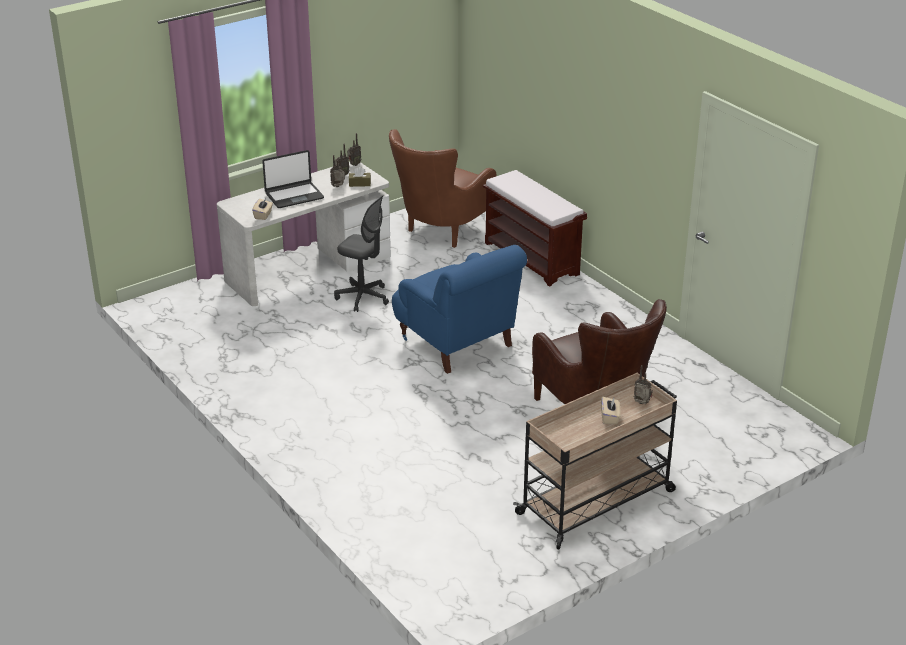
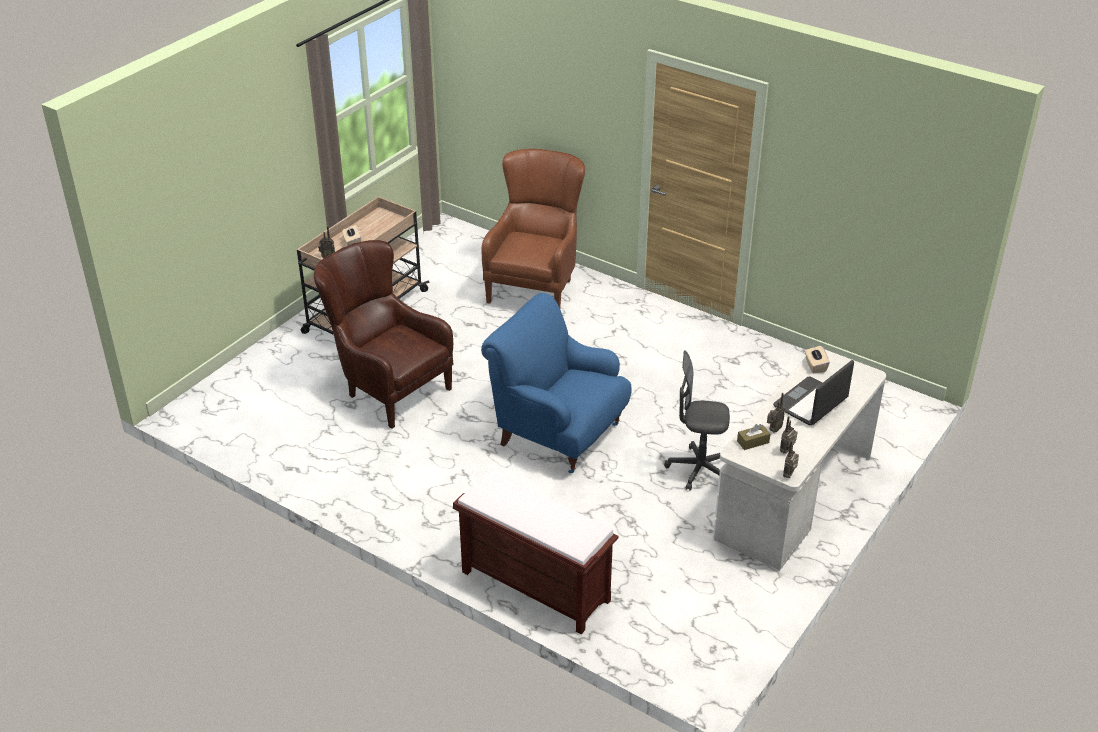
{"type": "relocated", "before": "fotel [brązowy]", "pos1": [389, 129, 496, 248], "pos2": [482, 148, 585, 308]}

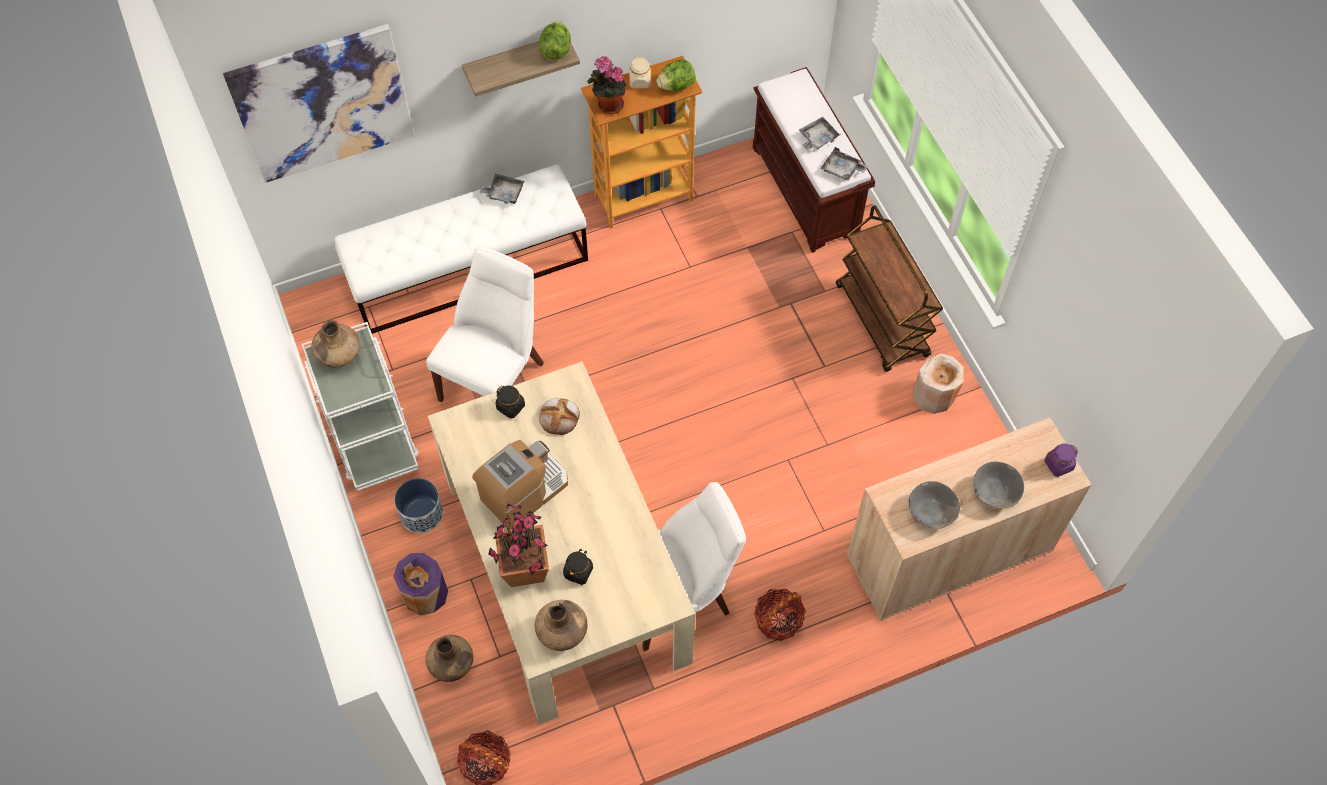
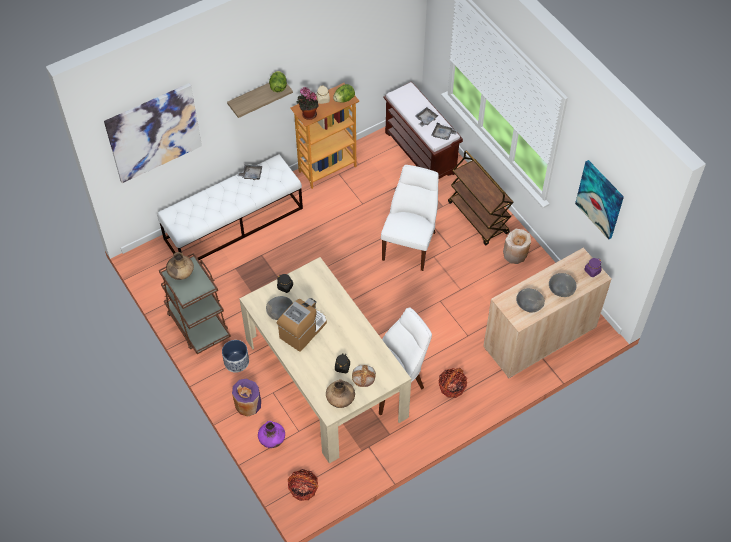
{"type": "colour", "before": "wózek [biały]", "after": "wózek [brązowy]", "pos1": [302, 322, 419, 491], "pos2": [159, 253, 231, 354]}
{"type": "colour", "before": "wazon [brązowy]", "after": "wazon [fioletowy]", "pos1": [425, 635, 474, 682], "pos2": [258, 421, 285, 448]}
{"type": "appeared", "after": "miska [szary]", "pos2": [266, 296, 293, 320]}
{"type": "relocated", "before": "chleb", "pos1": [539, 398, 580, 435], "pos2": [352, 365, 376, 387]}
{"type": "relocated", "before": "krzesło [biały]", "pos1": [426, 246, 544, 402], "pos2": [381, 165, 439, 271]}
{"type": "appeared", "after": "obraz", "pos2": [575, 160, 624, 240]}
{"type": "missing", "before": "roślina doniczkowa", "pos1": [488, 504, 549, 587]}

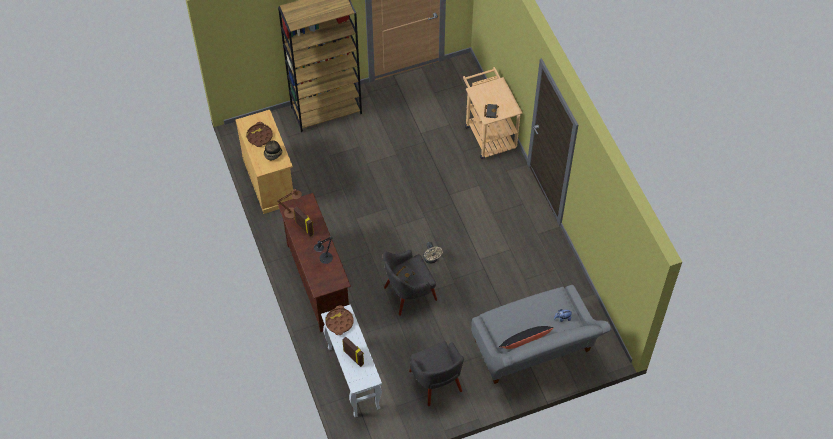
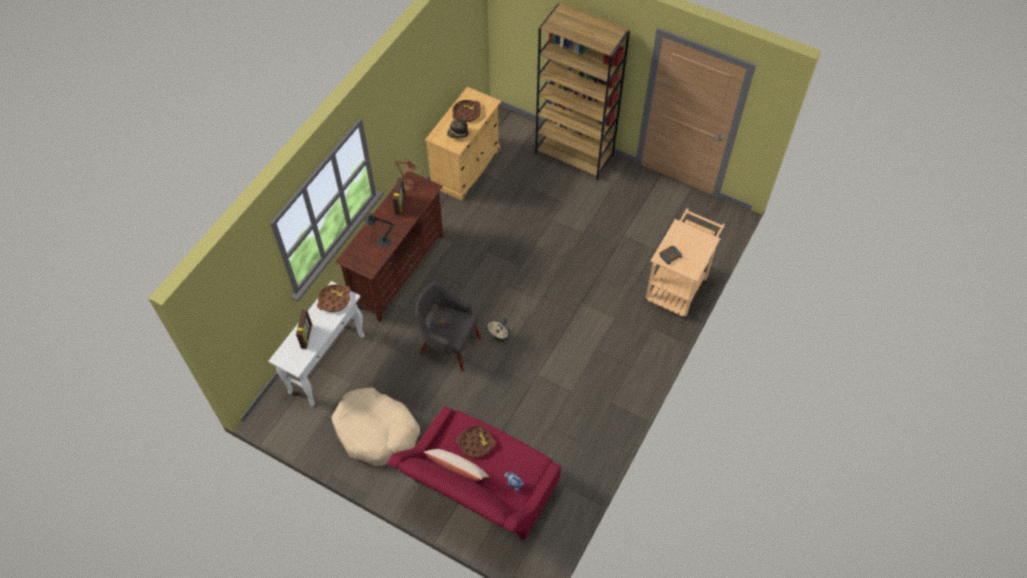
{"type": "exchanged", "before": "fotel [szary]", "after": "legowisko [beżowy]", "pos1": [409, 341, 464, 406], "pos2": [332, 387, 420, 466]}
{"type": "colour", "before": "kanapa [szary]", "after": "kanapa [czerwony]", "pos1": [471, 285, 612, 384], "pos2": [387, 406, 561, 541]}
{"type": "colour", "before": "poduszka [czarny]", "after": "poduszka [beżowy]", "pos1": [499, 326, 554, 349], "pos2": [424, 449, 489, 480]}
{"type": "appeared", "after": "taca [brązowy]", "pos2": [456, 426, 496, 458]}

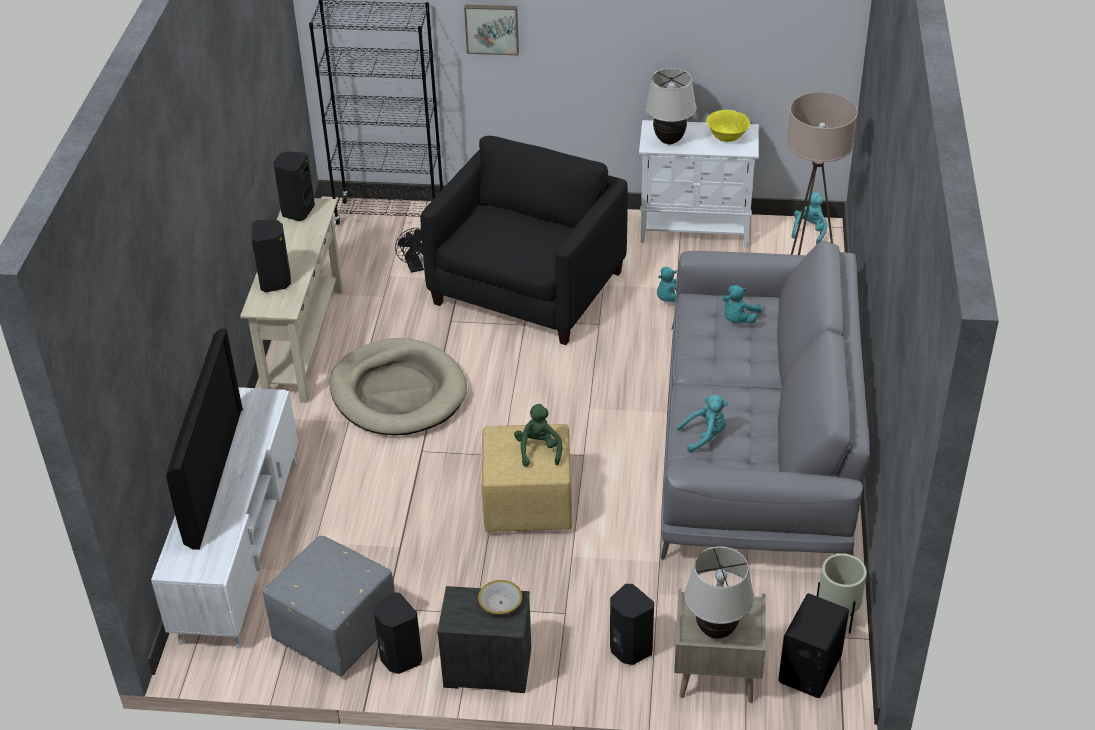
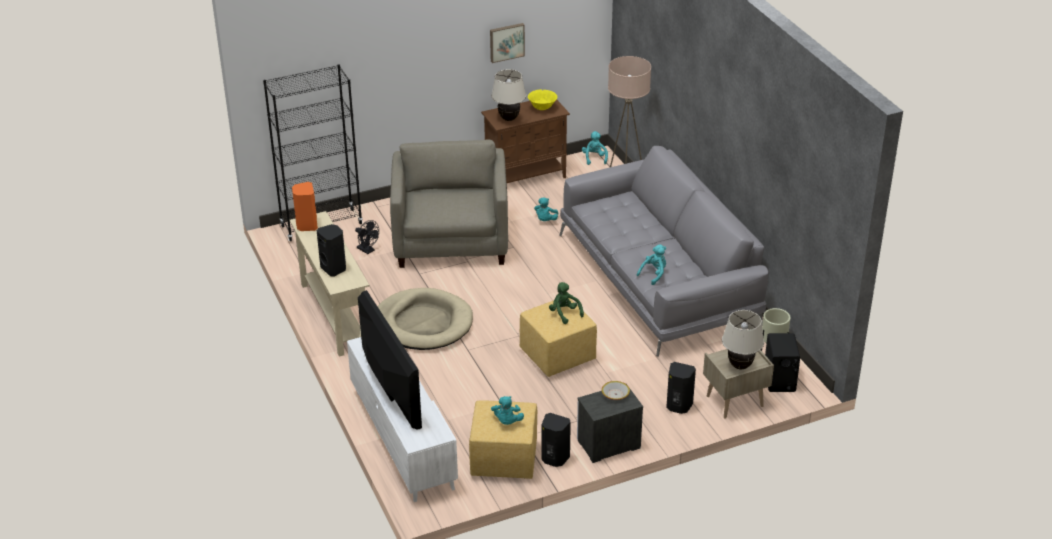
{"type": "colour", "before": "głośnik [czarny]", "after": "głośnik [pomarańczowy]", "pos1": [273, 151, 315, 221], "pos2": [292, 182, 318, 231]}
{"type": "colour", "before": "fotel [czarny]", "after": "fotel [beżowy]", "pos1": [421, 136, 628, 345], "pos2": [390, 140, 508, 268]}
{"type": "colour", "before": "pufa [szary]", "after": "pufa [żółty]", "pos1": [263, 536, 395, 676], "pos2": [469, 400, 537, 479]}
{"type": "colour", "before": "szafka [biały]", "after": "szafka [brązowy]", "pos1": [639, 120, 759, 248], "pos2": [481, 100, 570, 183]}
{"type": "relocated", "before": "obraz", "pos1": [464, 4, 519, 55], "pos2": [490, 23, 525, 63]}
{"type": "relocated", "before": "pluszak [turkusowy]", "pos1": [723, 285, 762, 323], "pos2": [491, 396, 524, 425]}

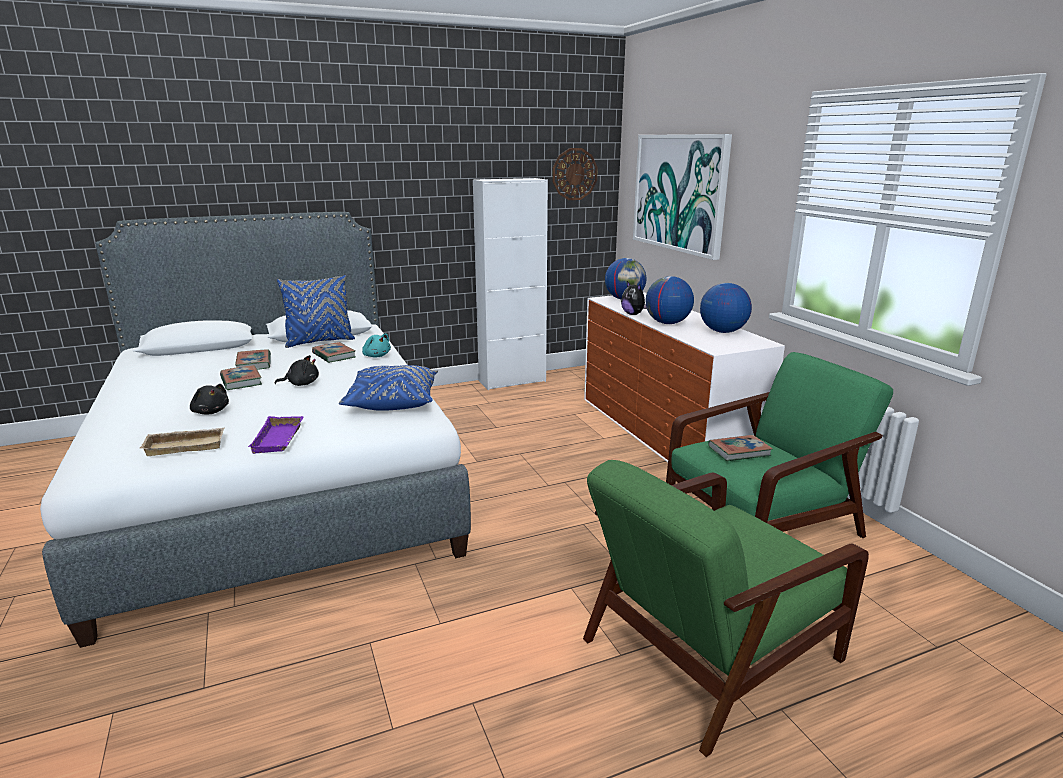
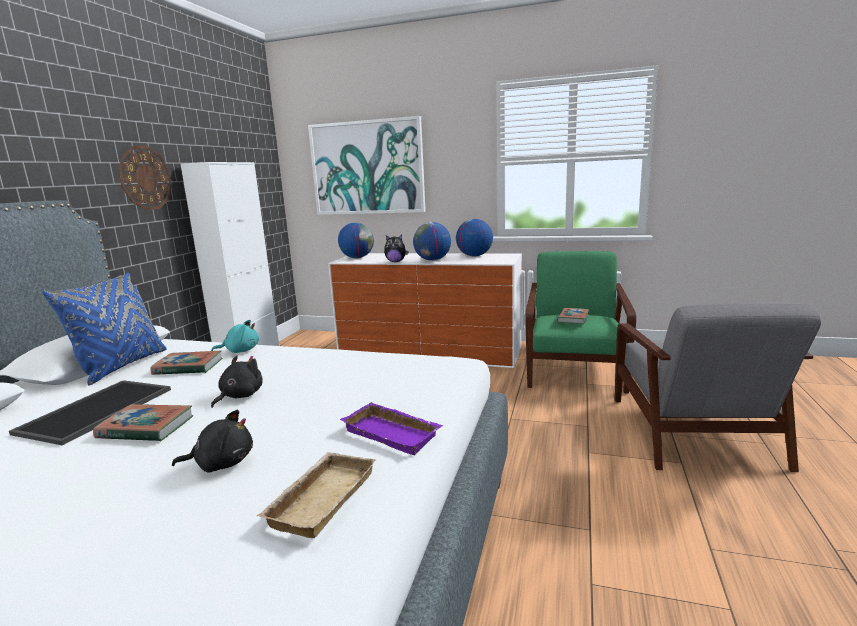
{"type": "exchanged", "before": "książka", "after": "taca", "pos1": [235, 350, 271, 370], "pos2": [9, 380, 171, 445]}
{"type": "relocated", "before": "zegar ścienny", "pos1": [552, 148, 598, 200], "pos2": [118, 145, 172, 210]}
{"type": "colour", "before": "fotel [zielony]", "after": "fotel [szary]", "pos1": [583, 460, 869, 757], "pos2": [614, 302, 821, 472]}
{"type": "missing", "before": "poduszka [niebieski]", "pos1": [339, 365, 438, 411]}

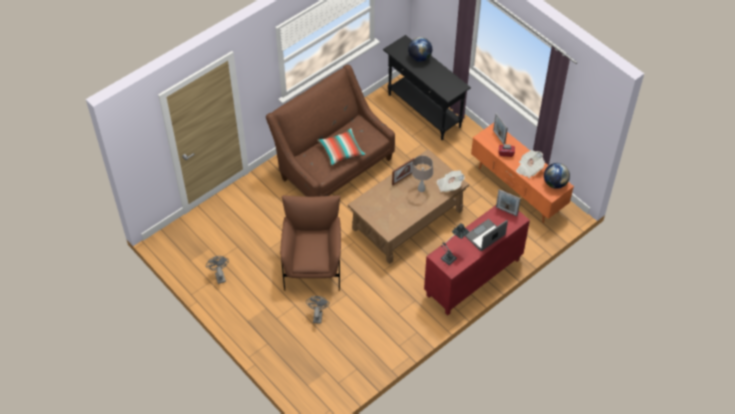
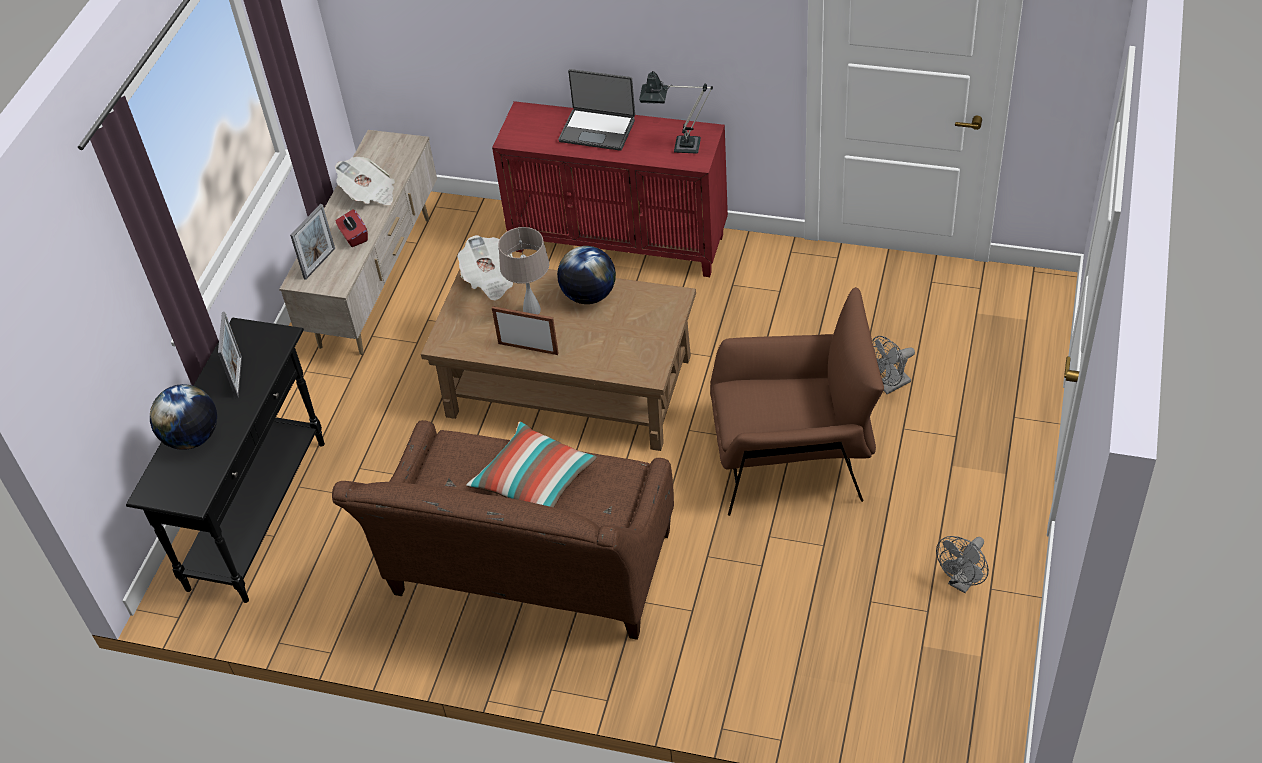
{"type": "relocated", "before": "ramka na zdjęcie", "pos1": [496, 189, 521, 216], "pos2": [218, 312, 242, 398]}
{"type": "colour", "before": "szafka pod telewizor [pomarańczowy]", "after": "szafka pod telewizor [beżowy]", "pos1": [471, 123, 574, 223], "pos2": [279, 130, 437, 355]}
{"type": "relocated", "before": "globus", "pos1": [544, 163, 570, 189], "pos2": [557, 246, 616, 304]}
{"type": "spun", "before": "fotel [brązowy]", "pos1": [280, 195, 341, 291], "pos2": [710, 287, 884, 516], "turn": -150}

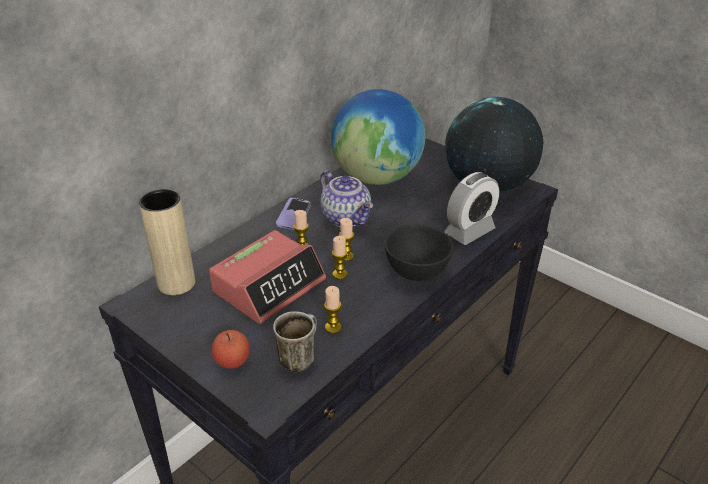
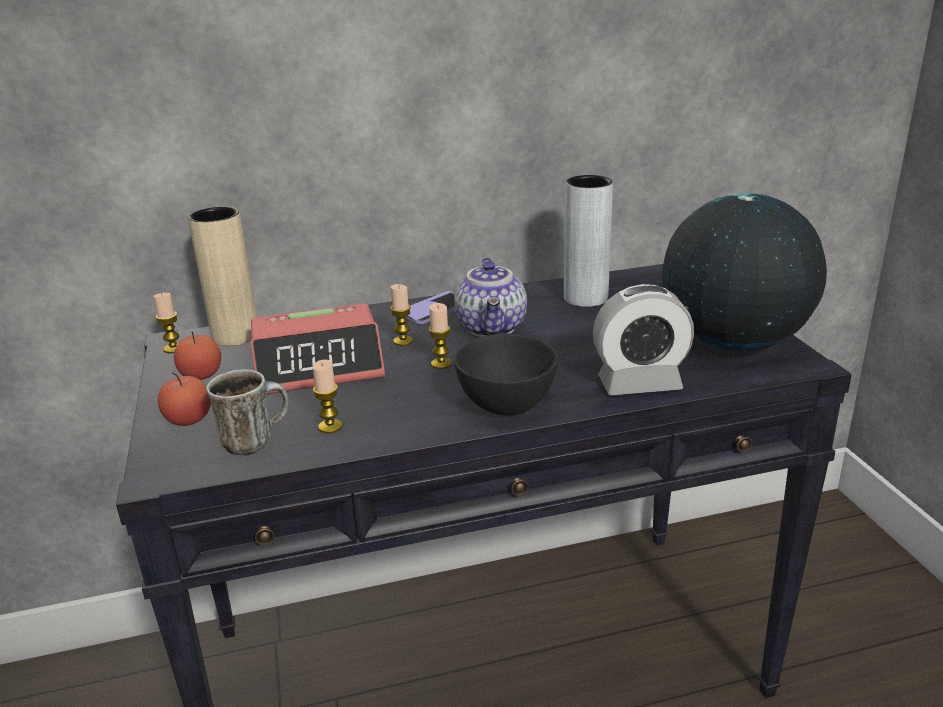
{"type": "relocated", "before": "świeca", "pos1": [332, 236, 348, 279], "pos2": [153, 293, 179, 353]}
{"type": "appeared", "after": "jabłko", "pos2": [174, 331, 221, 380]}
{"type": "exchanged", "before": "globus", "after": "wazon [szary]", "pos1": [331, 89, 425, 185], "pos2": [564, 175, 613, 307]}

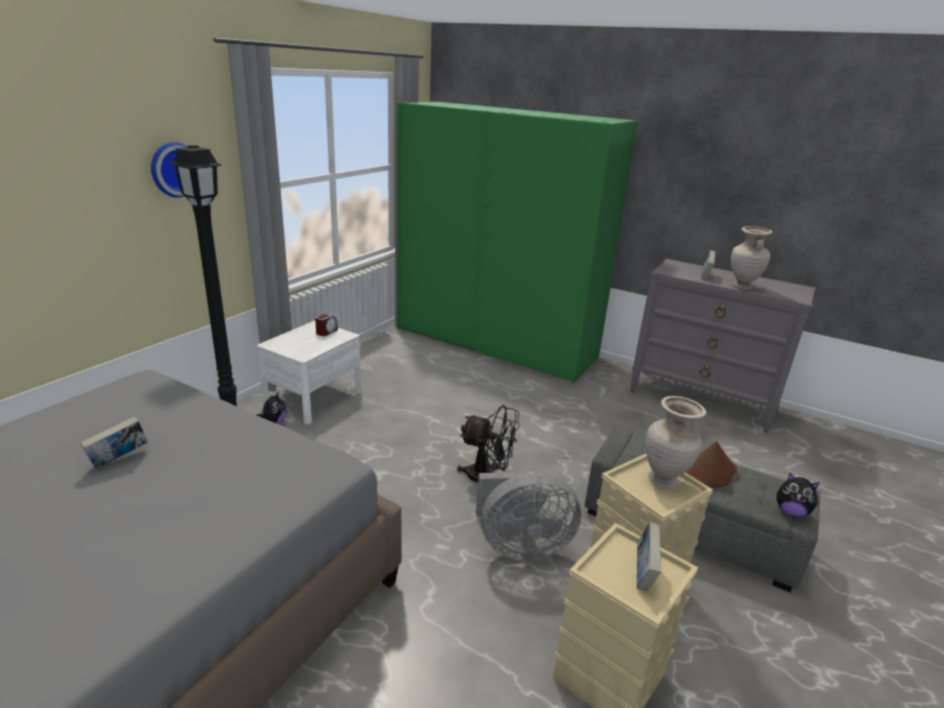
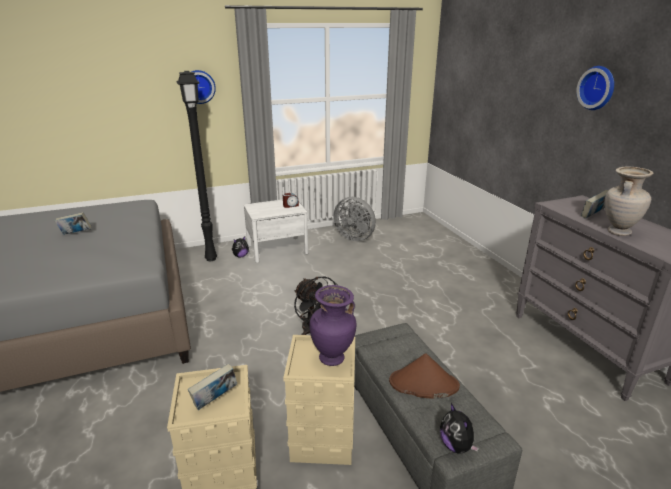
{"type": "colour", "before": "wazon [beżowy]", "after": "wazon [fioletowy]", "pos1": [646, 396, 706, 489], "pos2": [310, 285, 356, 366]}
{"type": "relocated", "before": "wentylator [szary]", "pos1": [476, 472, 581, 560], "pos2": [333, 197, 376, 241]}
{"type": "appeared", "after": "zegar ścienny", "pos2": [576, 66, 614, 110]}
{"type": "missing", "before": "szafa [zielony]", "pos1": [397, 102, 638, 383]}

